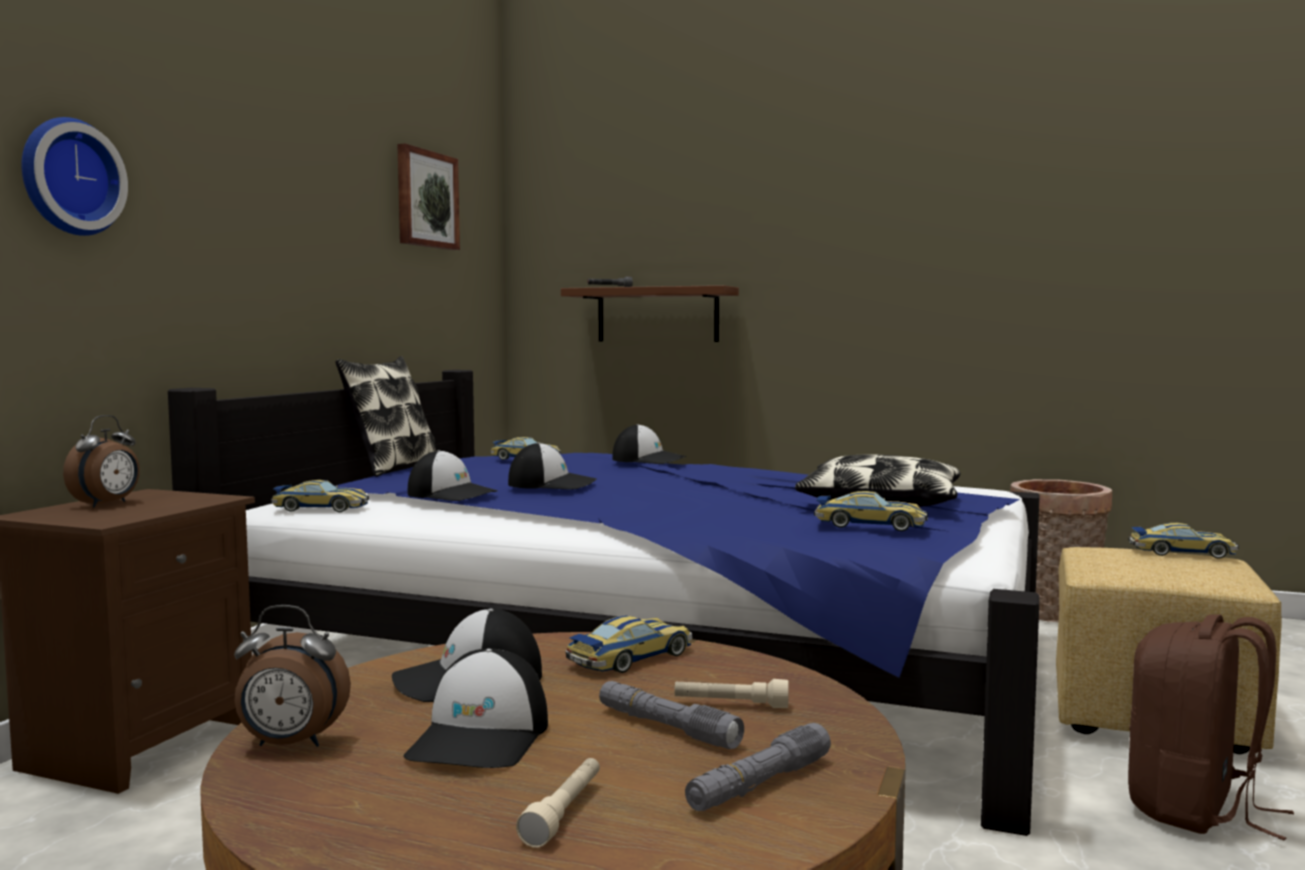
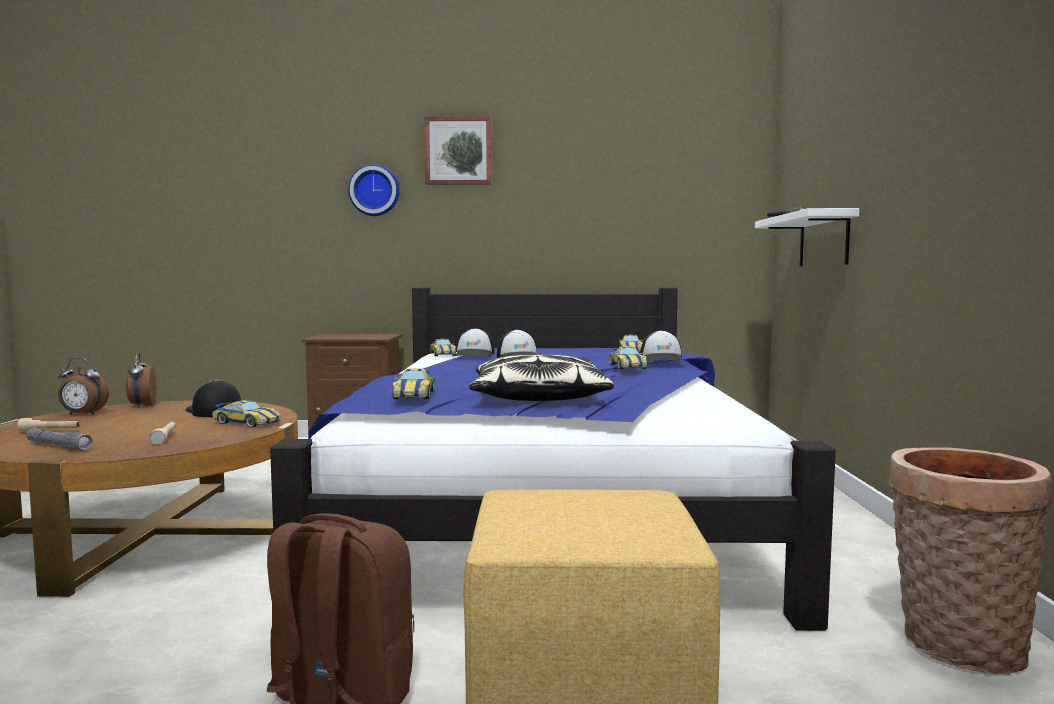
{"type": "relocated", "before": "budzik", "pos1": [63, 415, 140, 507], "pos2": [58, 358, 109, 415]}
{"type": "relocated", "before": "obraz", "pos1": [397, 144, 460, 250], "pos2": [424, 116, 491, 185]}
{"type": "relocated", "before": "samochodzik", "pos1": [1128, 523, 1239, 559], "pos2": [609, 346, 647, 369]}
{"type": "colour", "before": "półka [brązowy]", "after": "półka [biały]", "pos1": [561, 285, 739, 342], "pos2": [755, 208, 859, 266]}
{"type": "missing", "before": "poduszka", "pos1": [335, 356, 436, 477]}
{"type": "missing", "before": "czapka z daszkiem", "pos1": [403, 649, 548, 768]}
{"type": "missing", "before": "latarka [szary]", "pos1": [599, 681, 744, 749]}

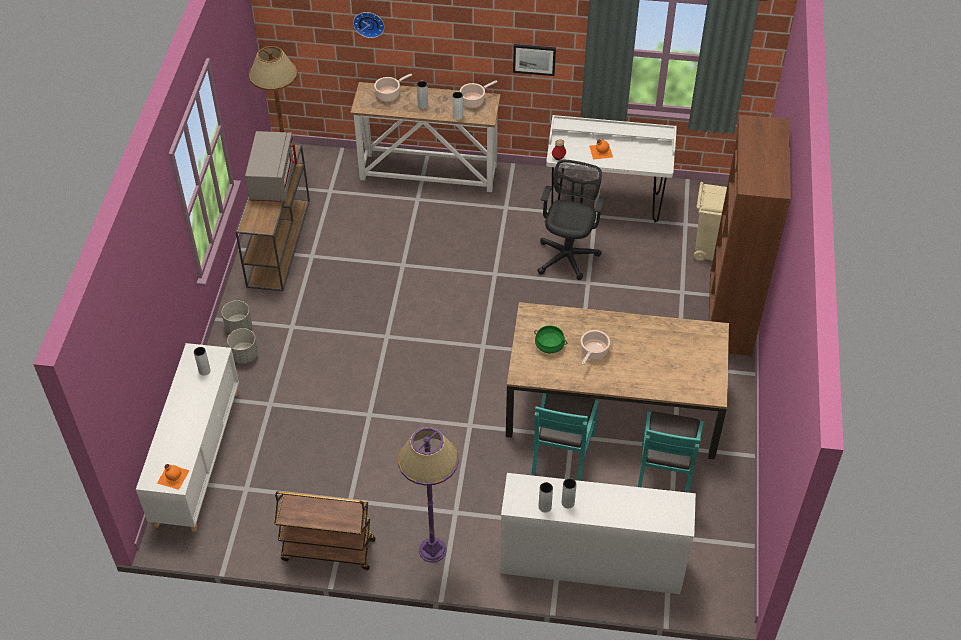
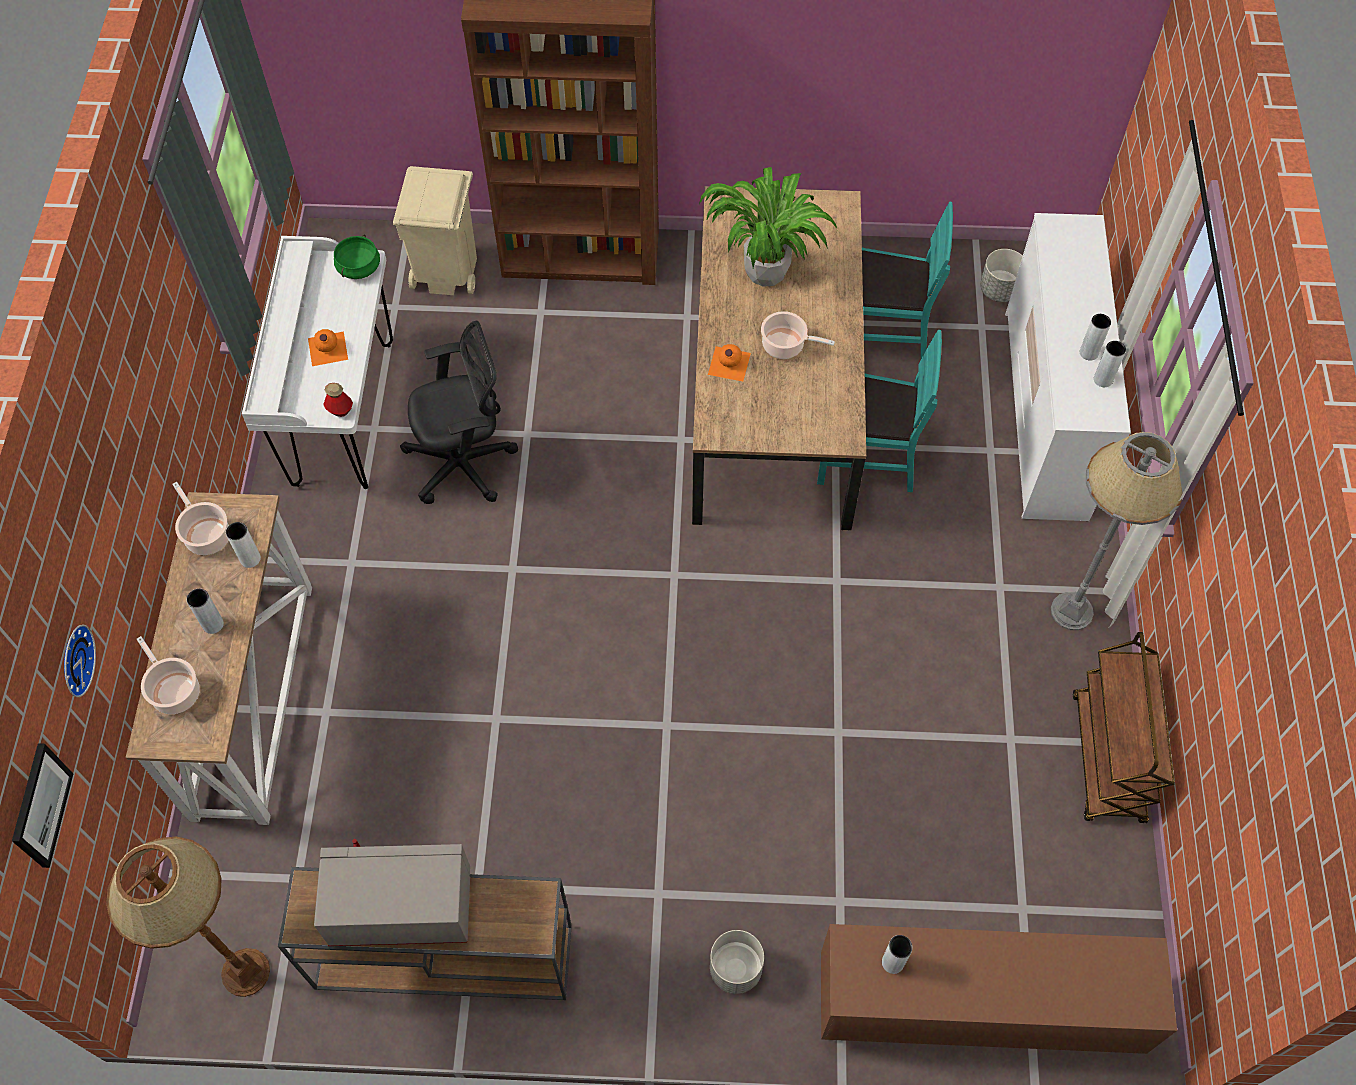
{"type": "relocated", "before": "obraz", "pos1": [513, 44, 556, 76], "pos2": [12, 743, 73, 868]}
{"type": "relocated", "before": "garnek [zielony]", "pos1": [534, 325, 567, 353], "pos2": [334, 234, 380, 279]}
{"type": "spun", "before": "krzesło biurowe [czarny]", "pos1": [537, 160, 606, 280], "pos2": [400, 321, 518, 504], "turn": 150}
{"type": "appeared", "after": "roślina doniczkowa", "pos2": [699, 167, 837, 287]}
{"type": "relocated", "before": "butelka [pomarańczowy]", "pos1": [157, 464, 190, 490], "pos2": [708, 344, 751, 381]}
{"type": "colour", "before": "szafka [biały]", "after": "szafka [brązowy]", "pos1": [136, 343, 239, 532], "pos2": [821, 924, 1177, 1054]}
{"type": "relocated", "before": "donica [szary]", "pos1": [222, 300, 252, 333], "pos2": [980, 249, 1022, 302]}
{"type": "colour", "before": "lampa stojąca [fioletowy]", "after": "lampa stojąca [szary]", "pos1": [398, 427, 459, 563], "pos2": [1051, 432, 1183, 630]}

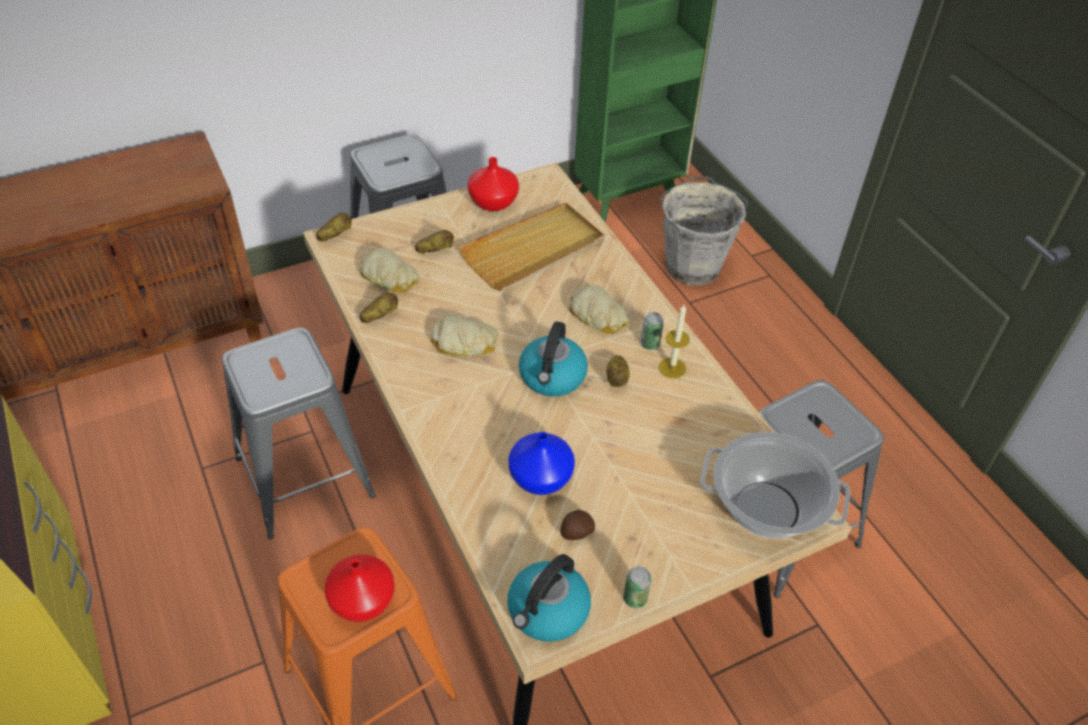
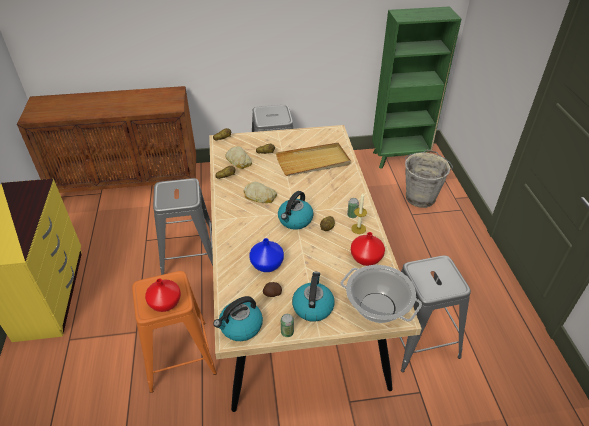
{"type": "appeared", "after": "czajnik", "pos2": [292, 272, 335, 322]}
{"type": "relocated", "before": "wazon [czerwony]", "pos1": [468, 157, 519, 211], "pos2": [351, 232, 385, 266]}
{"type": "missing", "before": "chleb", "pos1": [569, 285, 630, 334]}

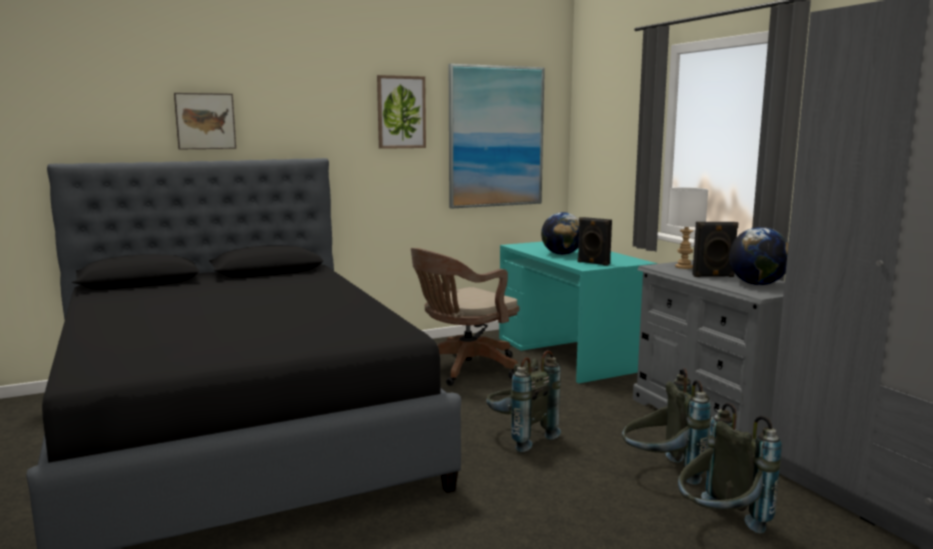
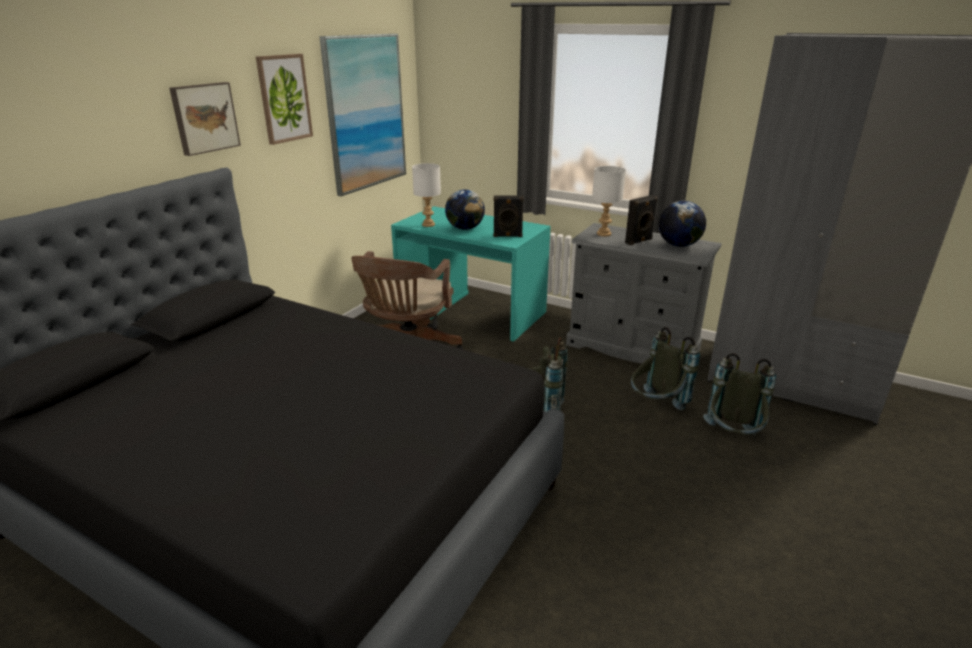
{"type": "relocated", "before": "obraz", "pos1": [174, 93, 236, 149], "pos2": [169, 82, 241, 156]}
{"type": "appeared", "after": "lampa stołowa [biały]", "pos2": [412, 163, 441, 227]}

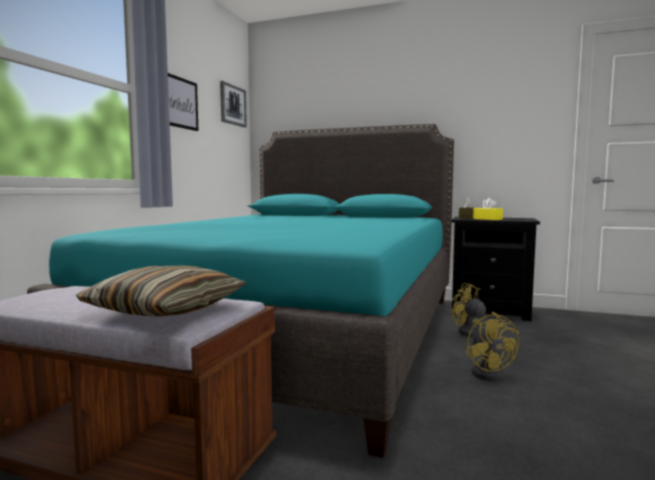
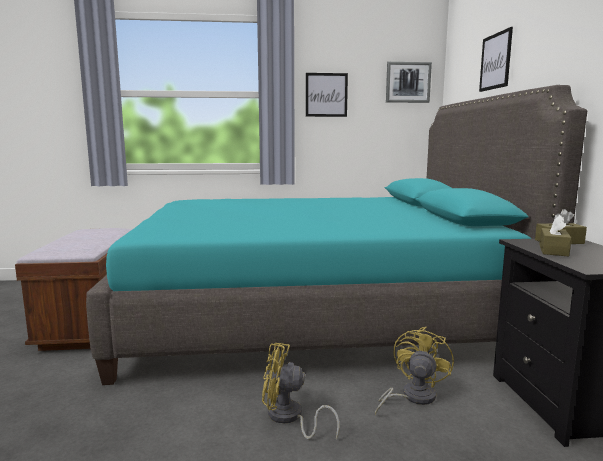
{"type": "spun", "before": "wentylator [żółty]", "pos1": [466, 312, 519, 381], "pos2": [262, 343, 340, 439], "turn": 45}
{"type": "appeared", "after": "obraz", "pos2": [479, 27, 513, 92]}
{"type": "colour", "before": "pudełko chusteczek [żółty]", "after": "pudełko chusteczek [brązowy]", "pos1": [473, 198, 503, 220], "pos2": [539, 215, 572, 257]}
{"type": "missing", "before": "poduszka", "pos1": [75, 265, 247, 317]}

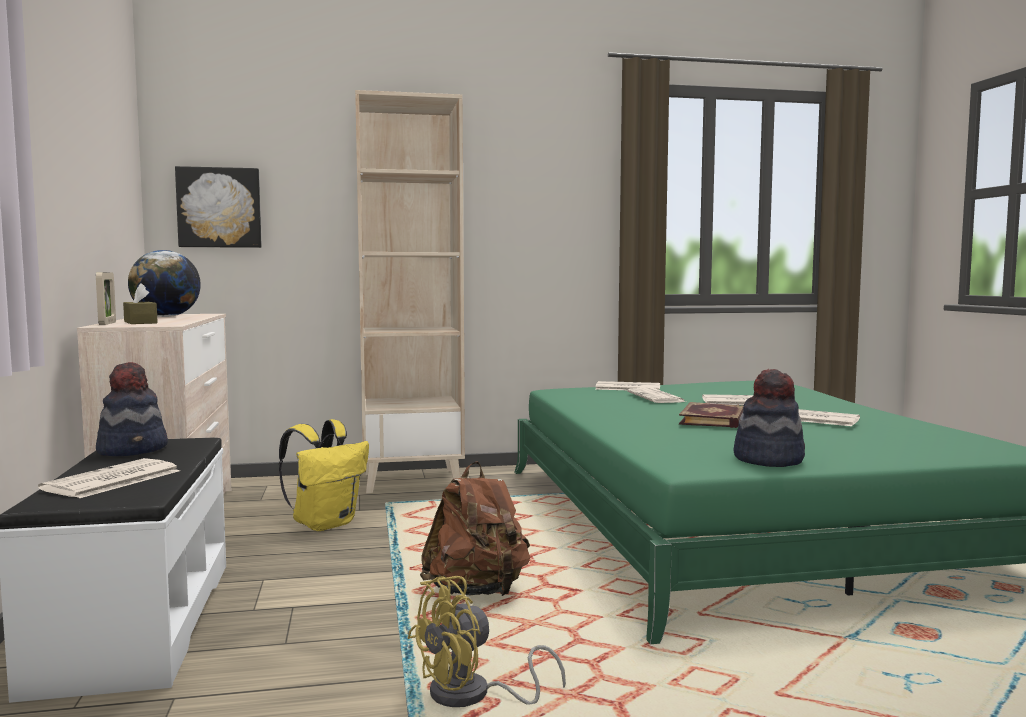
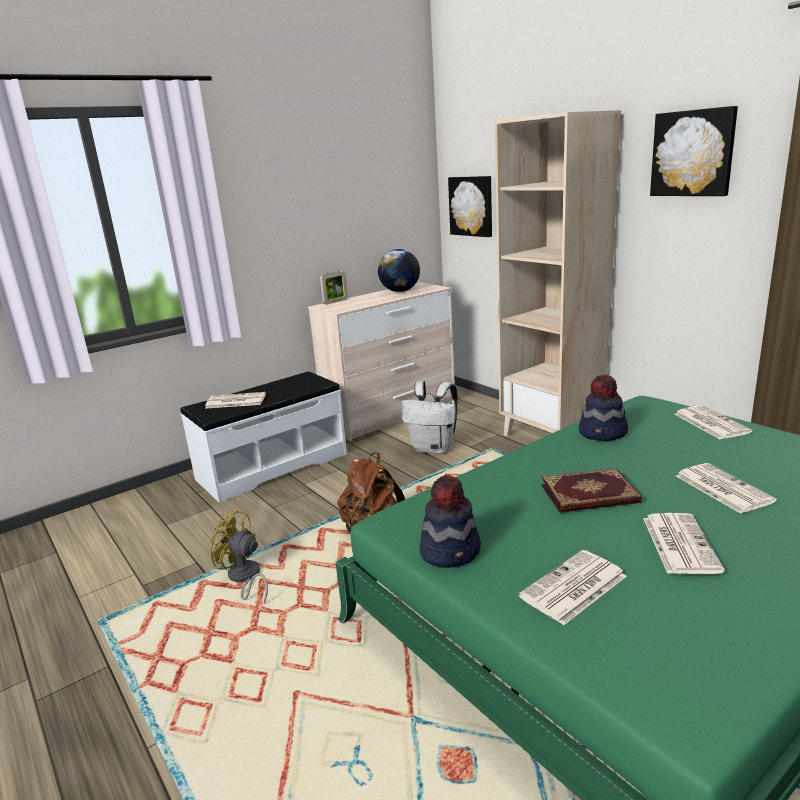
{"type": "colour", "before": "plecak [żółty]", "after": "plecak [biały]", "pos1": [279, 419, 369, 531], "pos2": [401, 381, 458, 454]}
{"type": "relocated", "before": "gazeta", "pos1": [627, 388, 686, 403], "pos2": [519, 550, 627, 625]}
{"type": "relocated", "before": "kapelusz", "pos1": [96, 362, 168, 456], "pos2": [579, 374, 628, 441]}
{"type": "appeared", "after": "obraz", "pos2": [650, 106, 738, 196]}
{"type": "missing", "before": "pudełko chusteczek [brązowy]", "pos1": [123, 283, 158, 324]}

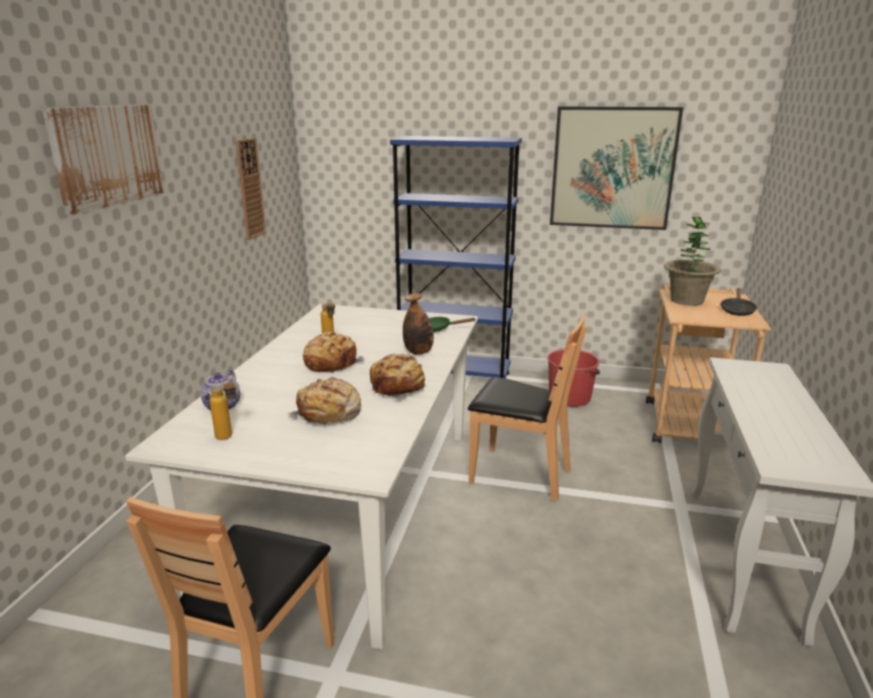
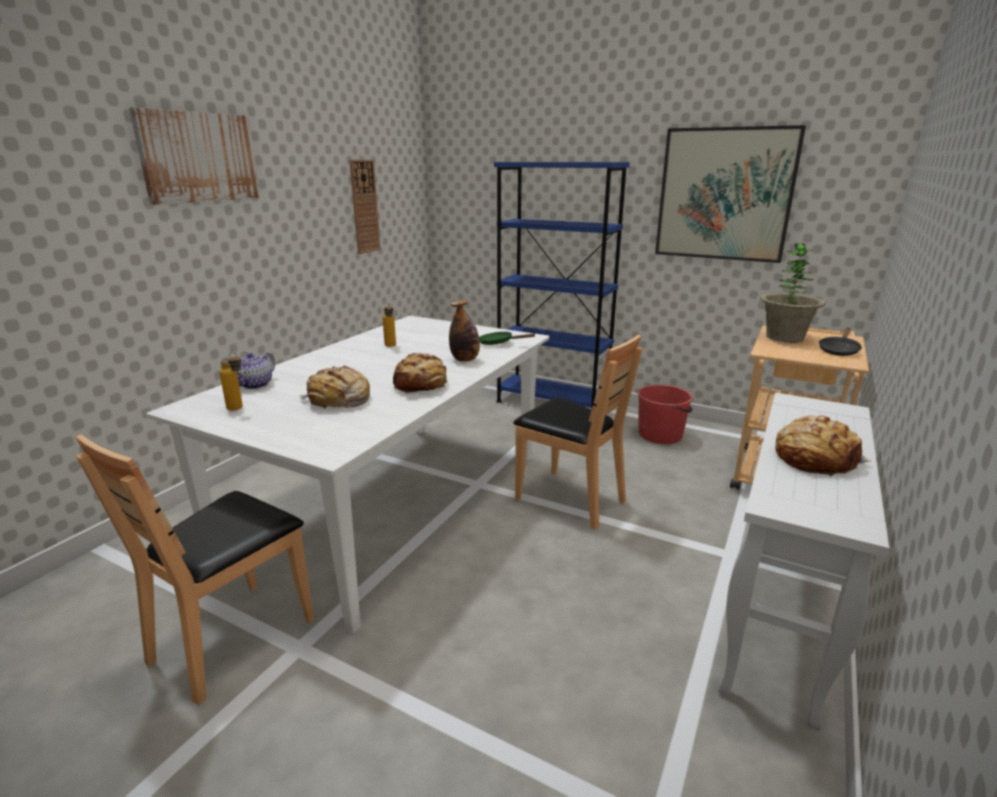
{"type": "relocated", "before": "chleb", "pos1": [303, 331, 365, 373], "pos2": [775, 415, 871, 476]}

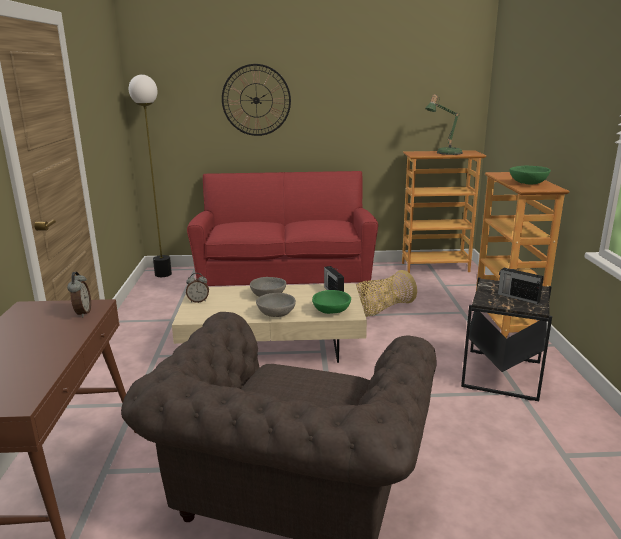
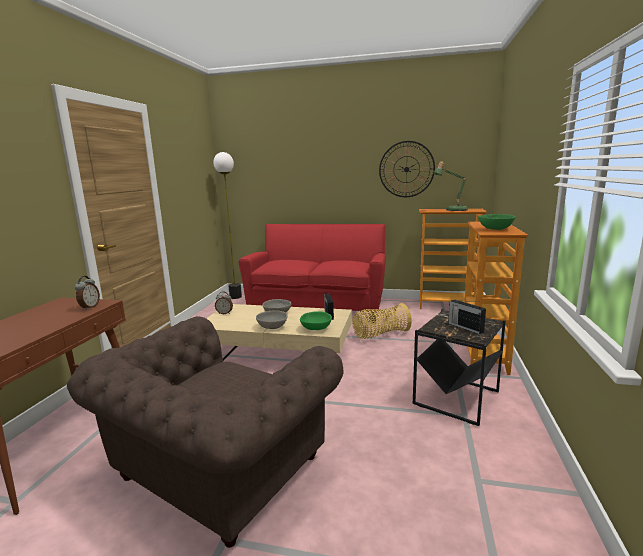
{"type": "relocated", "before": "zegar ścienny", "pos1": [222, 64, 291, 136], "pos2": [379, 141, 435, 197]}

